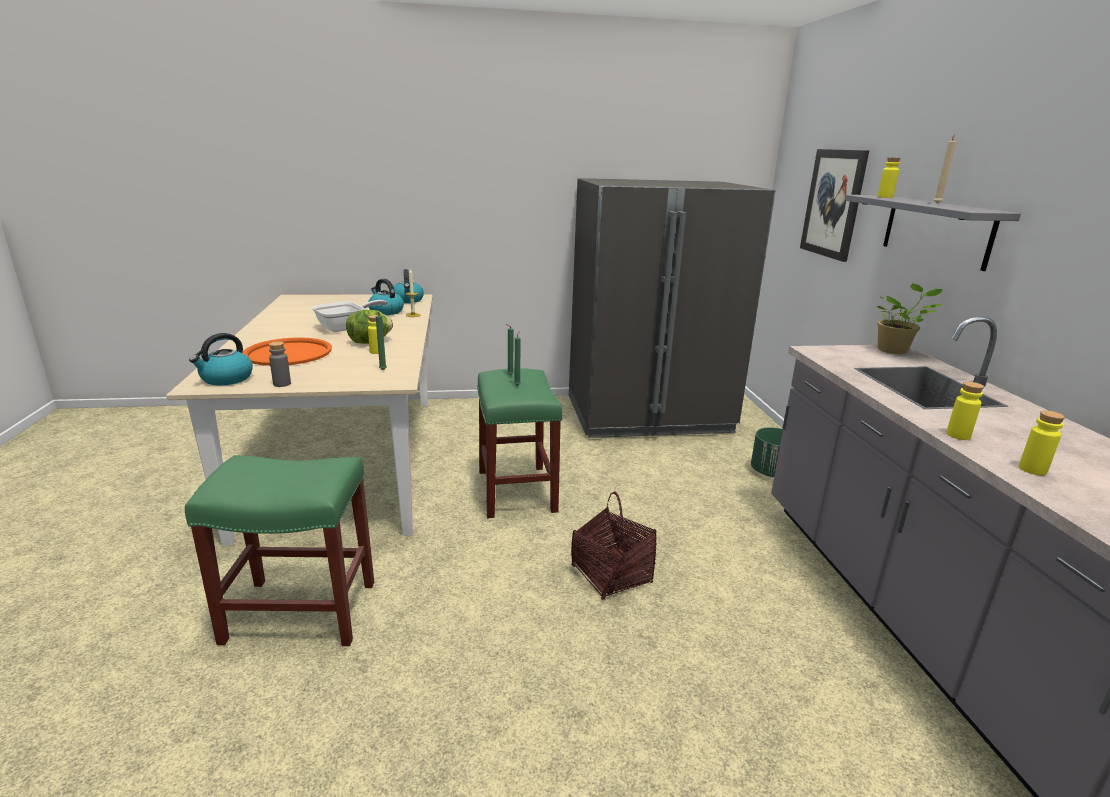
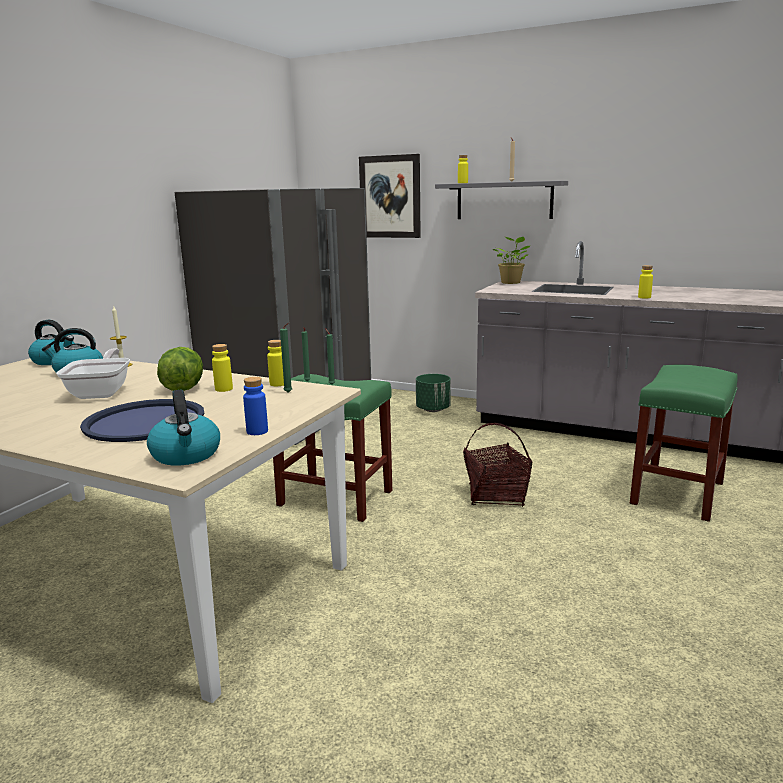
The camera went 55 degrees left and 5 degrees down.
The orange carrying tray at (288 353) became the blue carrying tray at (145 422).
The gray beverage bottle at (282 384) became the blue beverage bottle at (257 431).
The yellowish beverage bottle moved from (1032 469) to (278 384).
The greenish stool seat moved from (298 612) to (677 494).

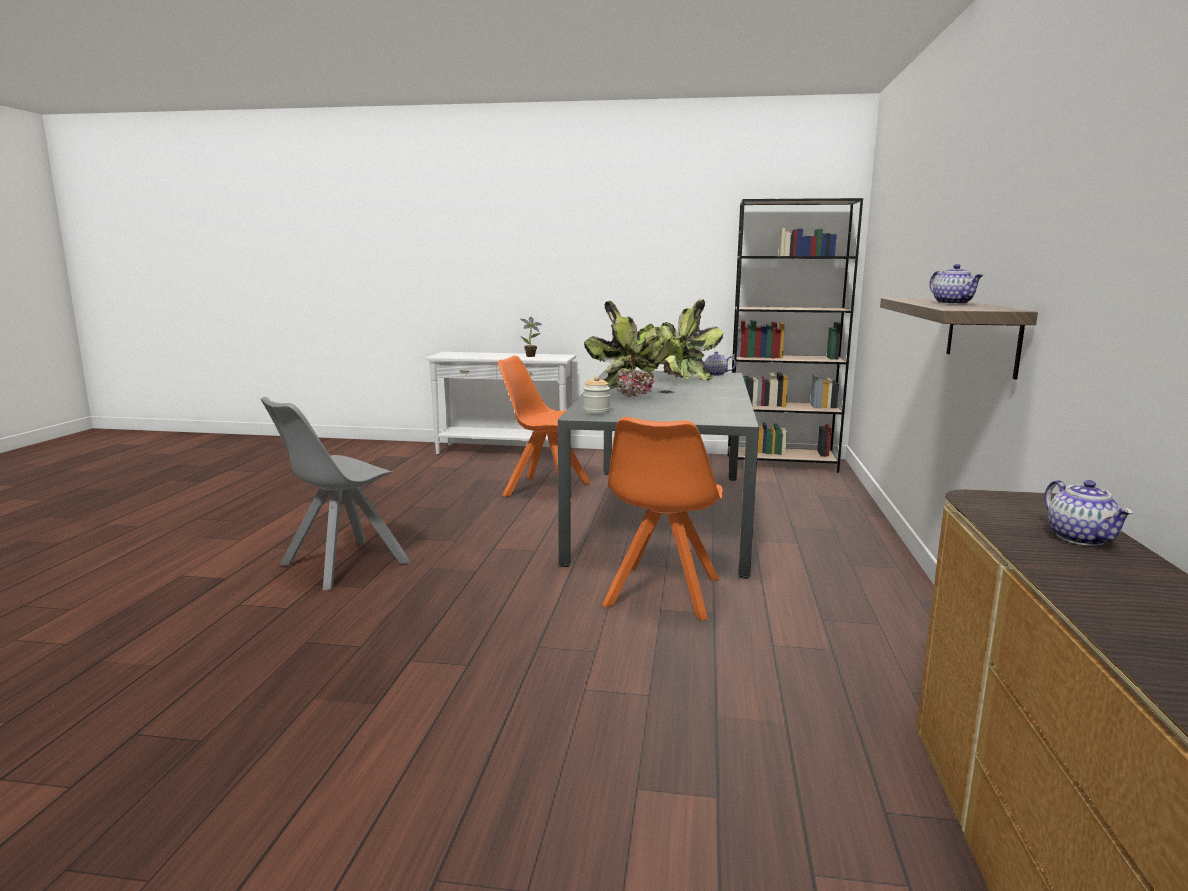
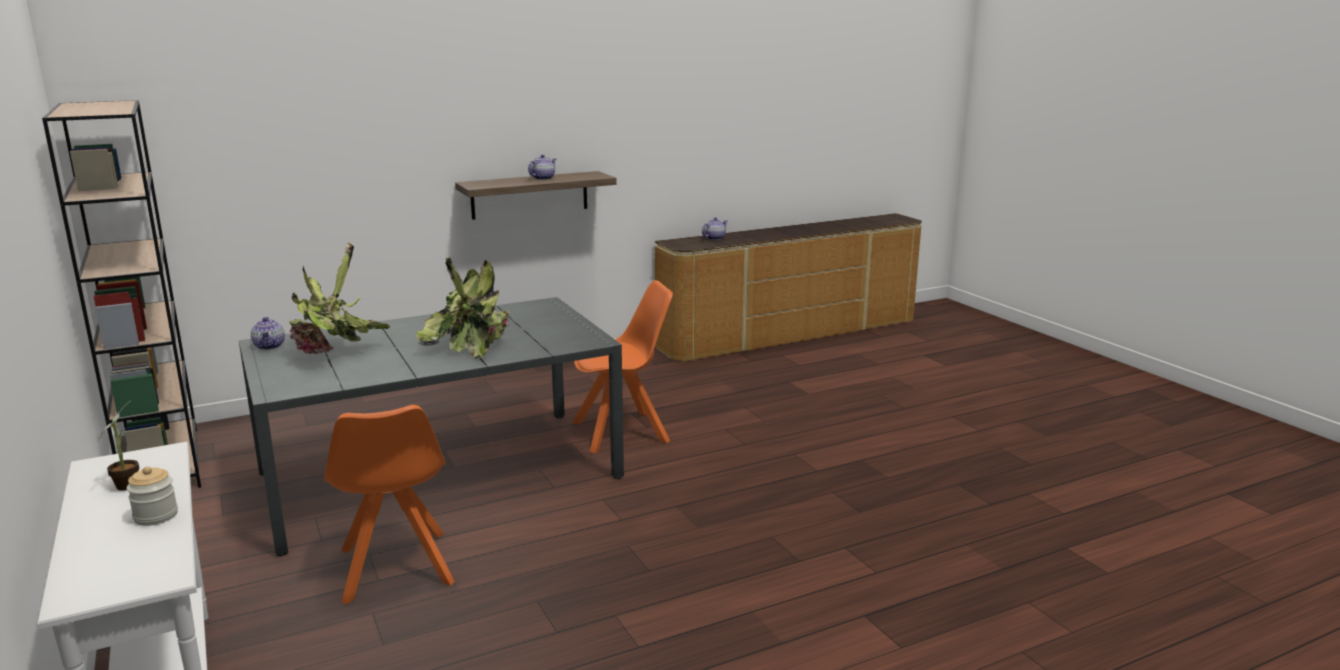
The camera went 125 degrees left and 5 degrees up.
The jar moved from (596 412) to (156 516).
The gray chair at (341 565) disappeared.

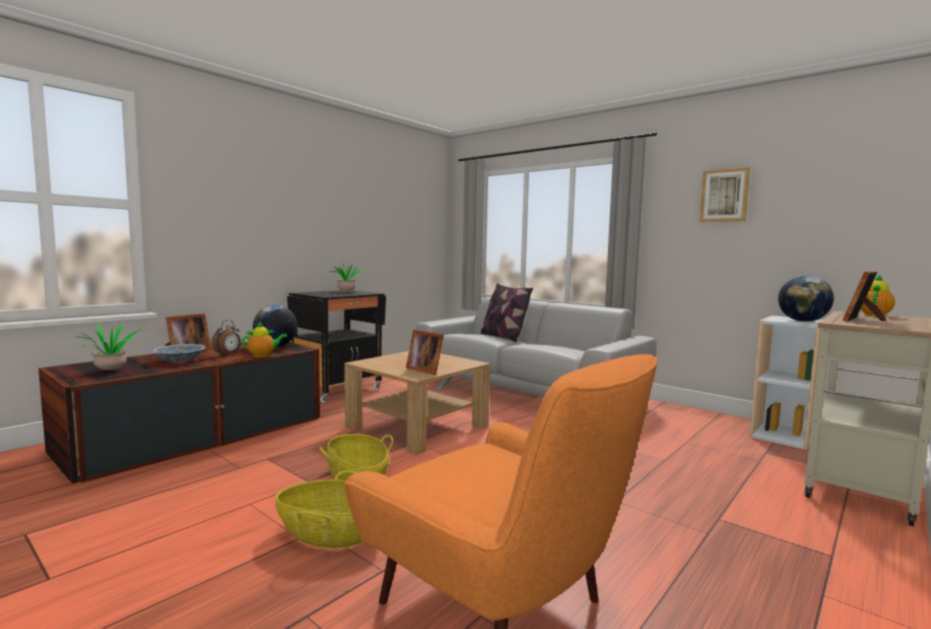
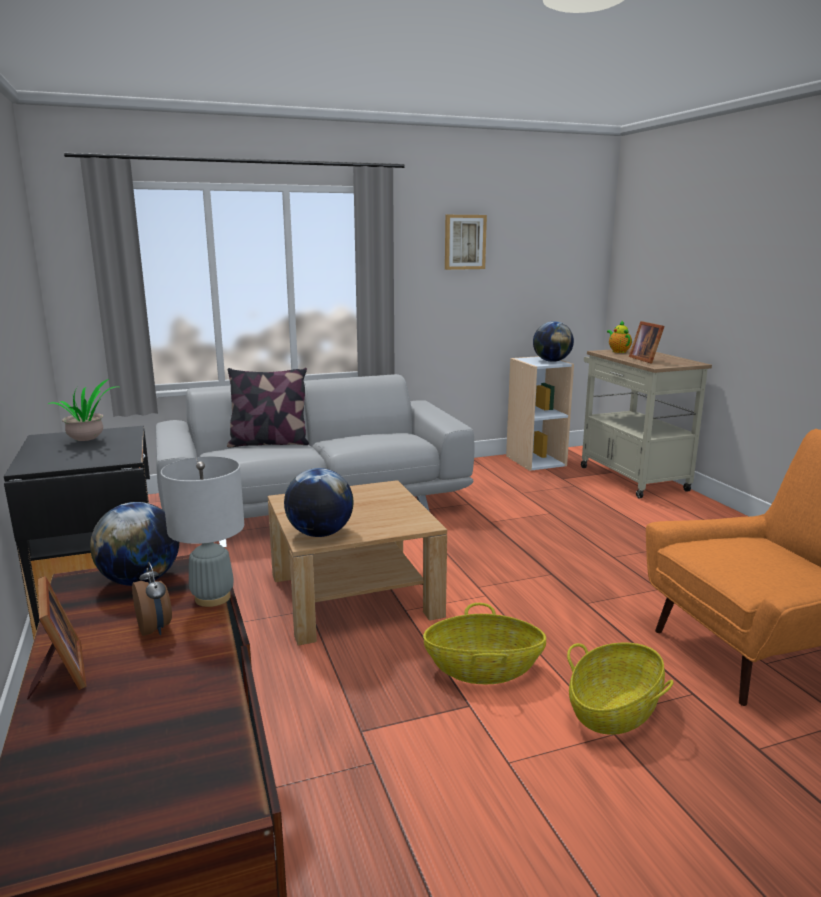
The camera went 60 degrees left and 10 degrees up.
The houseplant at (111 370) disappeared.
The teapot at (263 355) was replaced by the gray tabletop lamp at (213 598).
The photo frame at (425 370) disappeared.
The serving bowl at (179 360) disappeared.
The globe at (320 534) appeared.

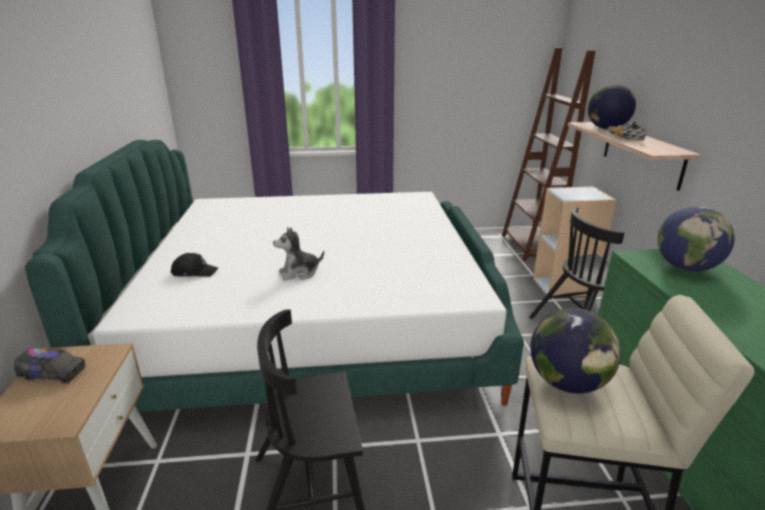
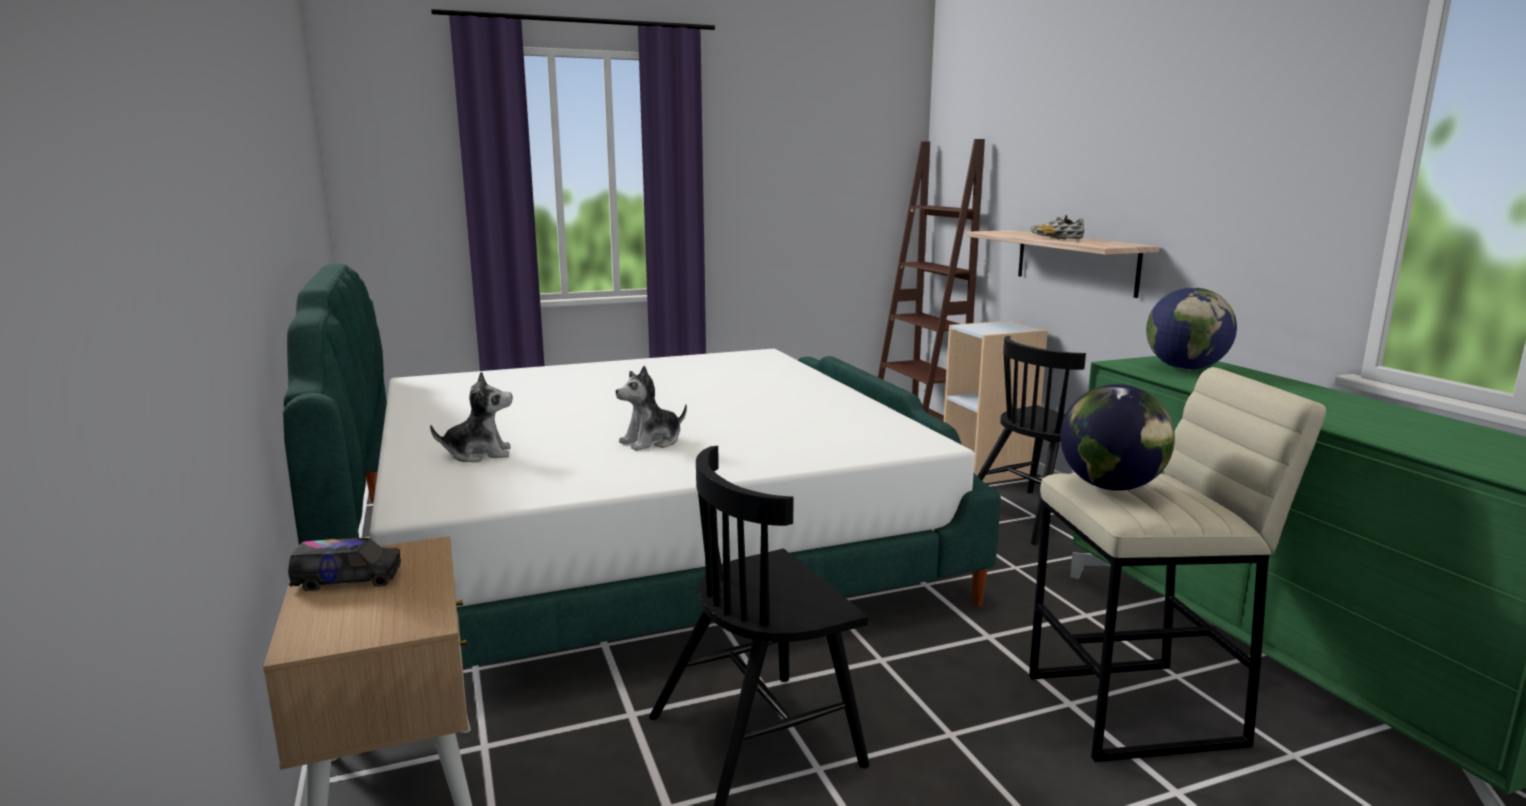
The camera went 15 degrees left and 10 degrees down.
The globe at (606 129) disappeared.
The blackish peaked cap at (194 272) was replaced by the cuddly toy at (479 454).

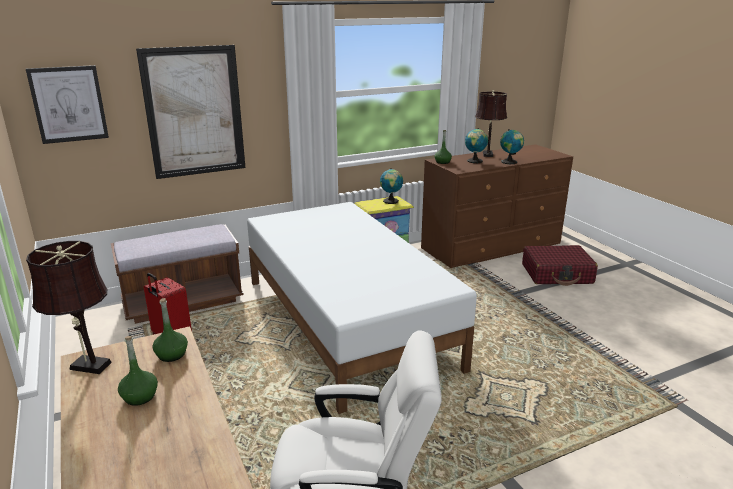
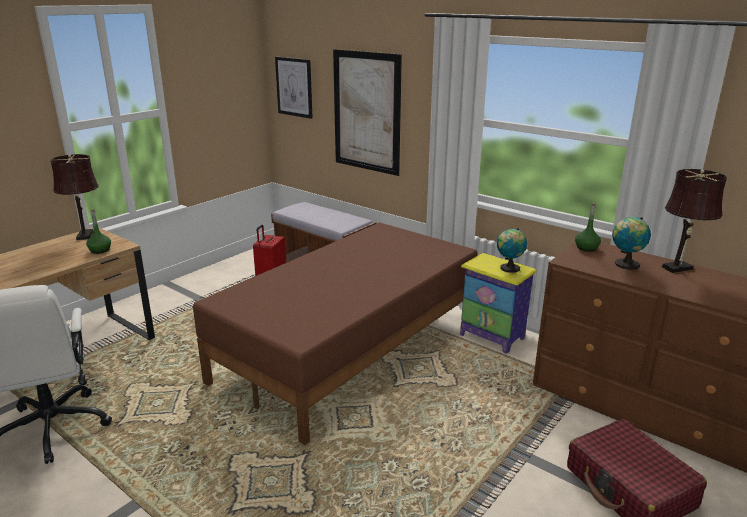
The camera went 65 degrees right and 0 degrees up.
The globe at (510 162) disappeared.
The white-coloured sleeping bed at (347 321) became the brown-coloured sleeping bed at (351 349).
The greenish beverage bottle at (139 396) disappeared.

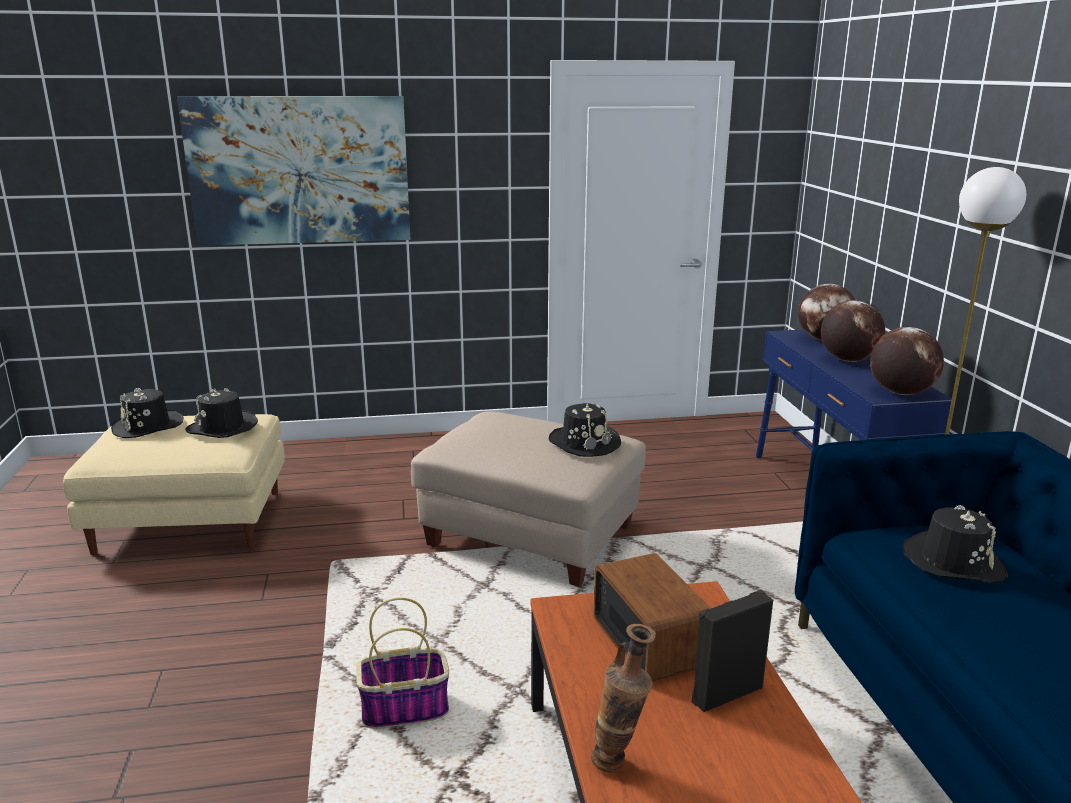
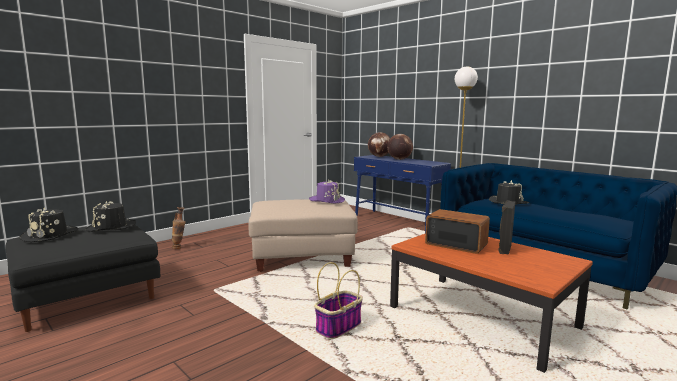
The camera went 35 degrees left and 10 degrees down.
The picture at (299 171) disappeared.
The globe at (900 393) disappeared.
The blackish wearable hat at (584 443) became the purple-coloured wearable hat at (327 200).
The sand-coloured pouffe at (193 521) became the blackish pouffe at (89 297).
The decorative vase moved from (619 762) to (179 248).

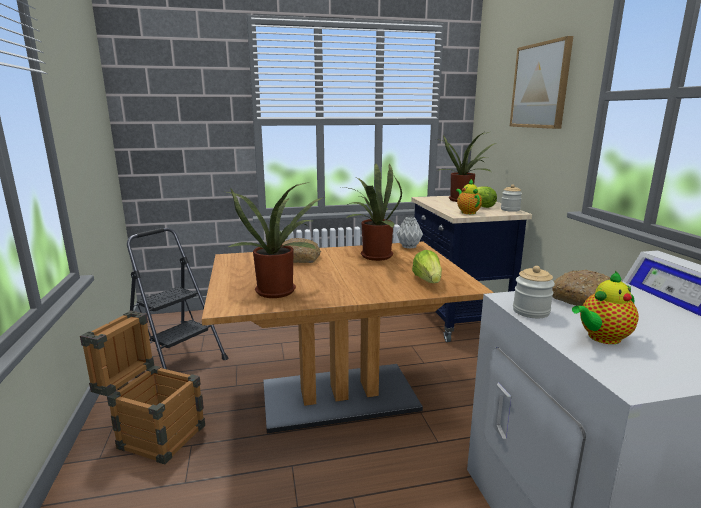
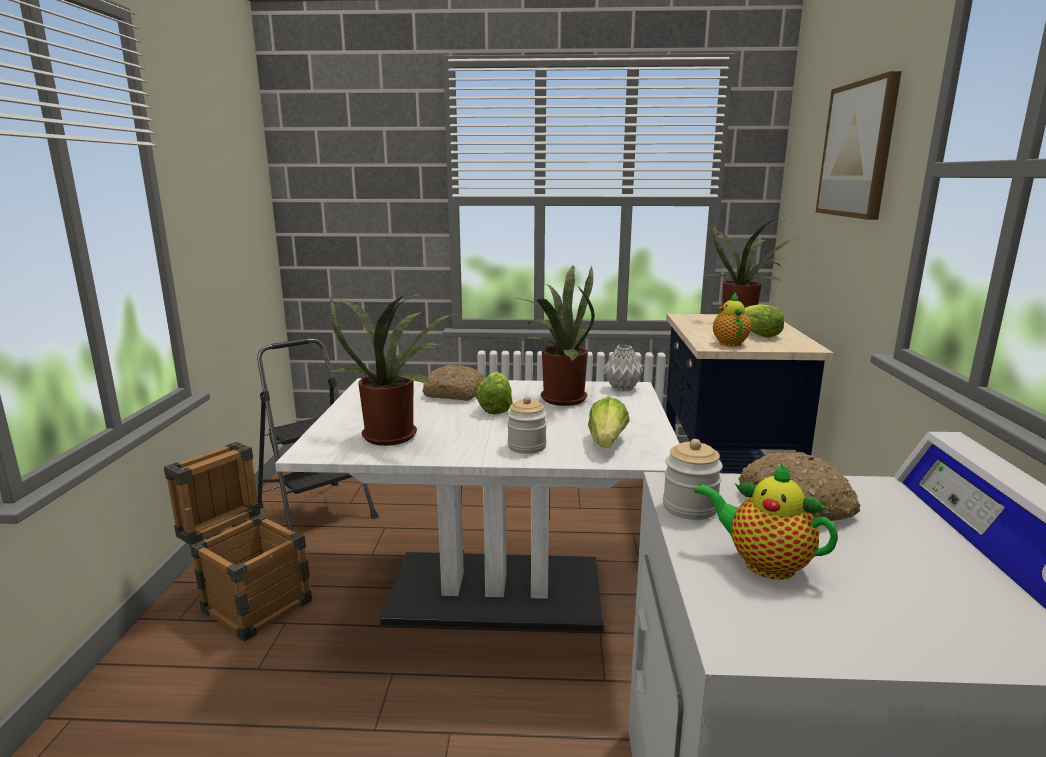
The camera went 15 degrees right and 0 degrees up.
The jar moved from (510 209) to (526 446).
The brown-coloured dinner table at (339 396) became the white-coloured dinner table at (496 591).
The teapot at (601 338) turned 45 degrees clockwise.
The head of lettuce at (495 407) appeared.

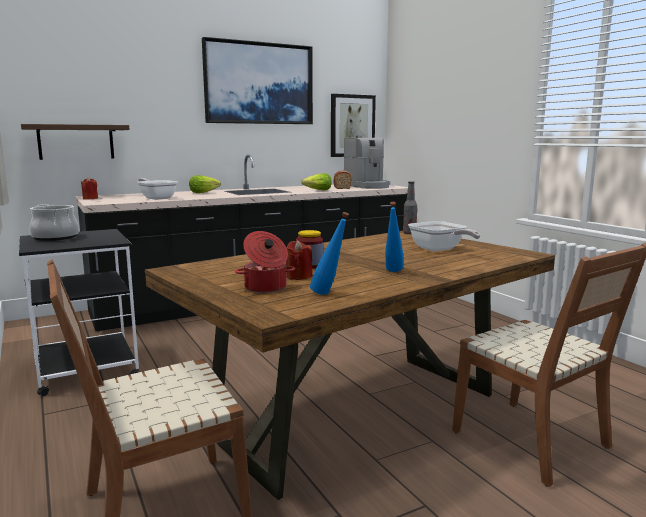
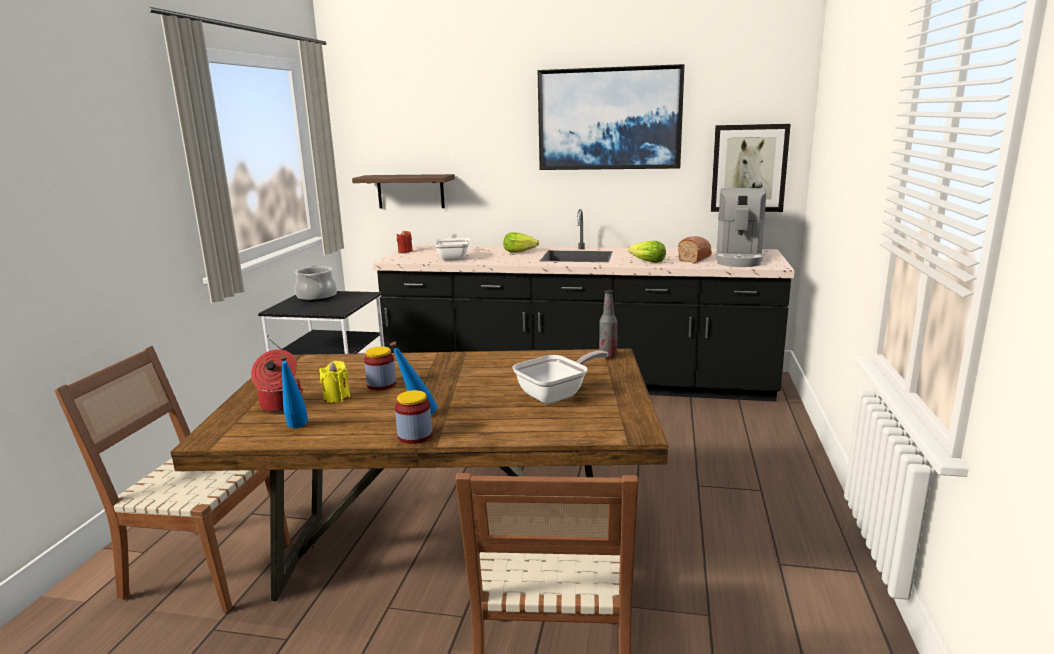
The camera went 40 degrees right and 5 degrees up.
The frying pan at (439 250) turned 135 degrees counterclockwise.
The reddish wax light at (298 276) became the yellowish wax light at (336 397).
The jar at (415 436) appeared.

